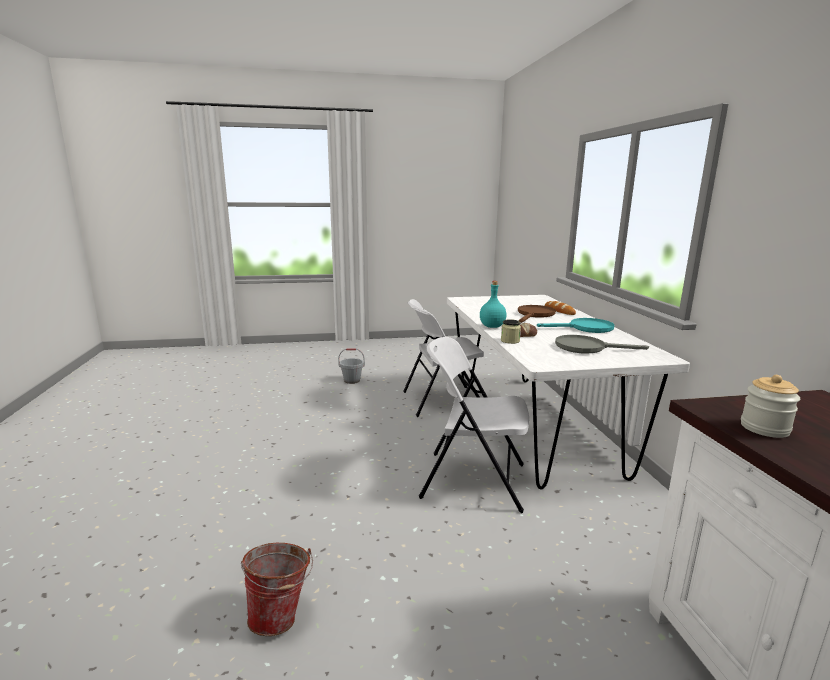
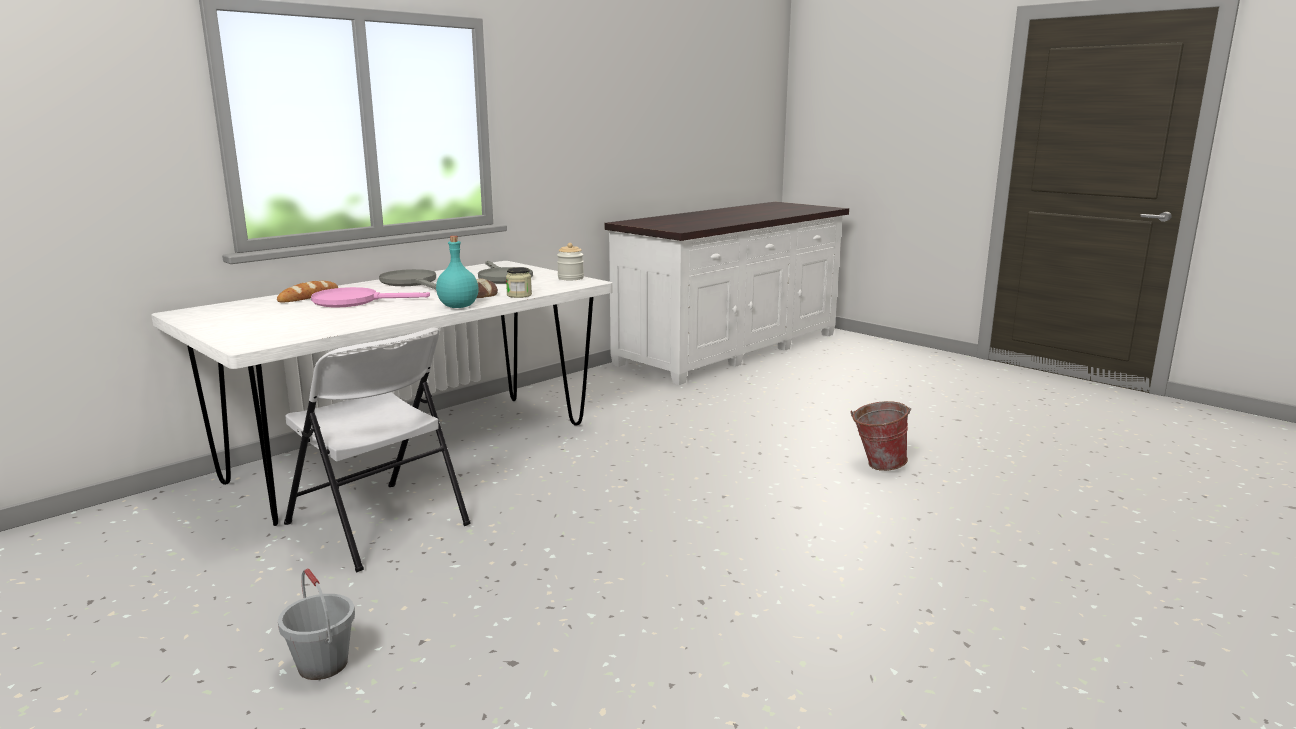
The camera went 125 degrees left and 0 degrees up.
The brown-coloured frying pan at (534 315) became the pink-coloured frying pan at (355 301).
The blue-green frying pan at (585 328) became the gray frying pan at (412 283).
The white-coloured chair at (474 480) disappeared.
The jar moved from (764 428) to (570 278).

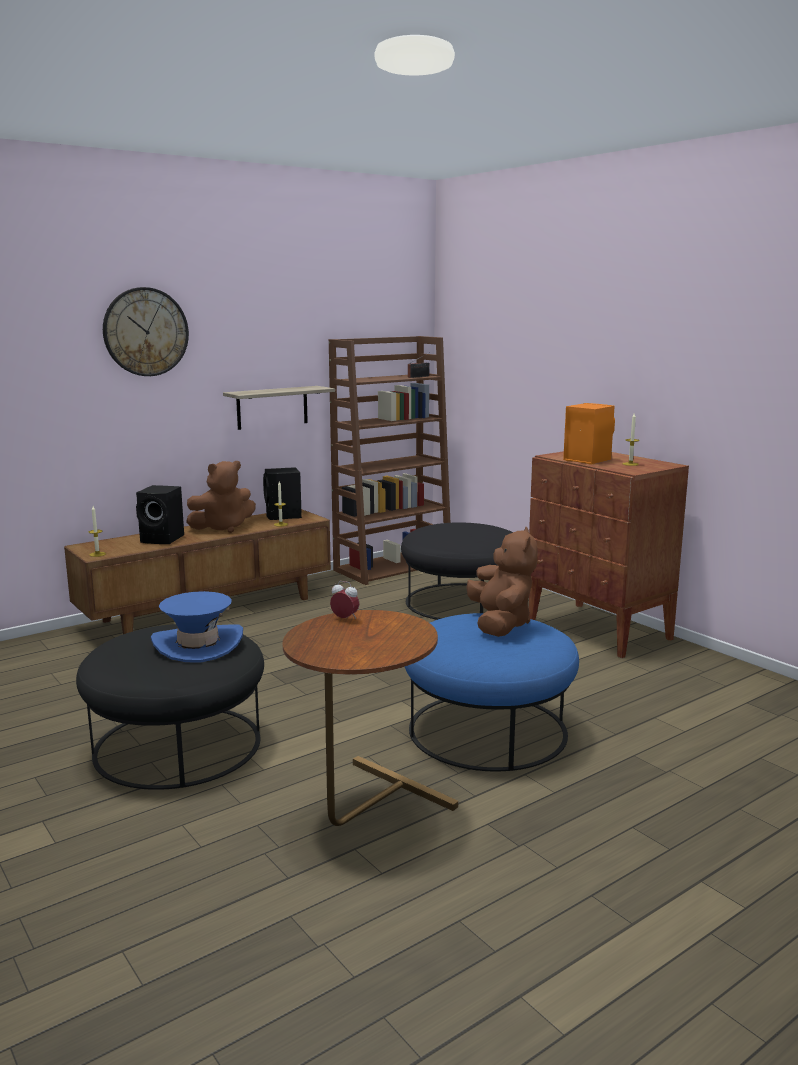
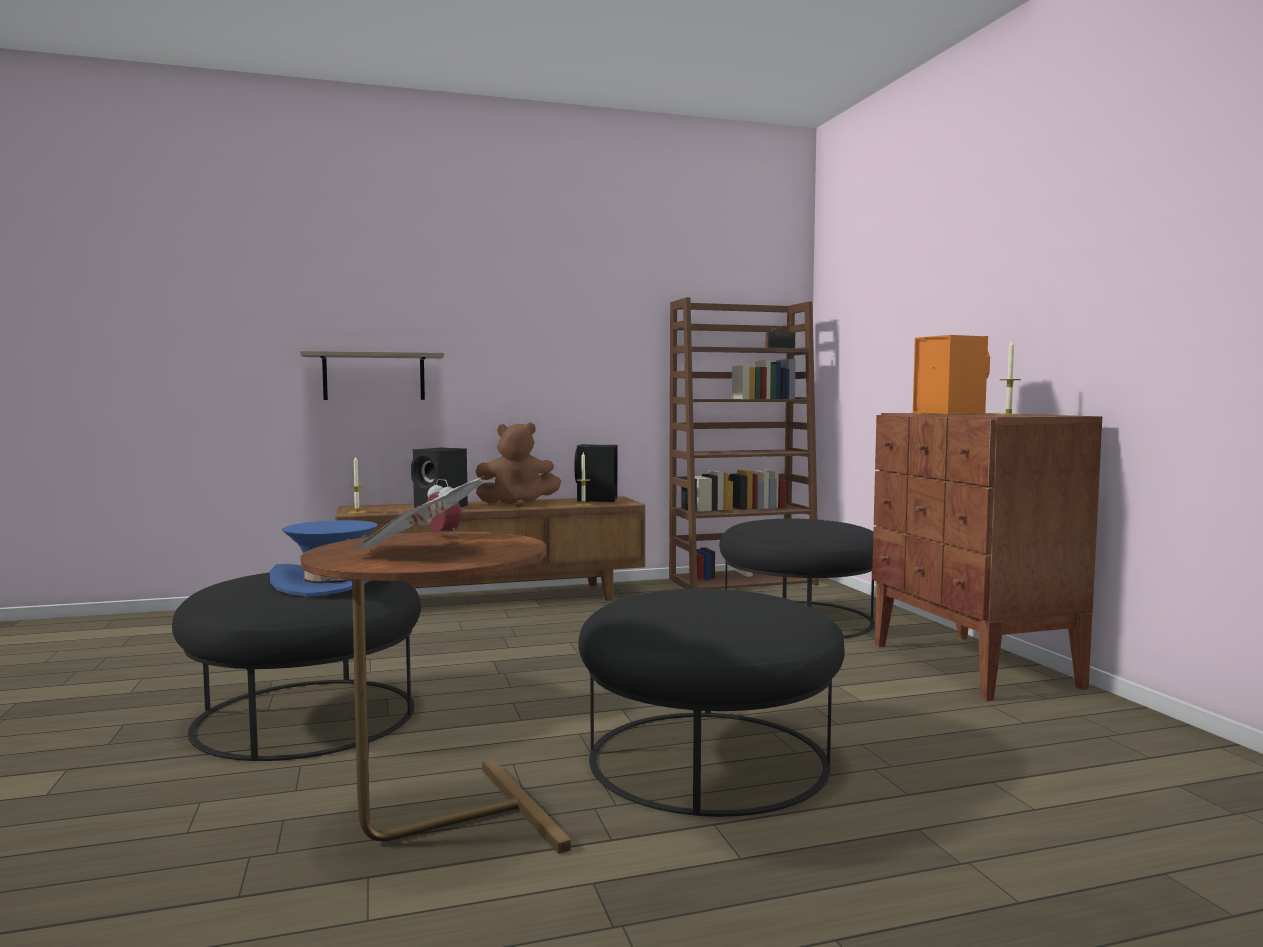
The camera went 20 degrees right and 10 degrees down.
The hanging clock at (145 332) disappeared.
The bracket shelf moved from (272 407) to (374 376).
The brown-coloured cuddly toy at (500 624) disappeared.
The blue pouffe at (488 730) became the blackish pouffe at (709 759).
The newspaper at (419 551) appeared.

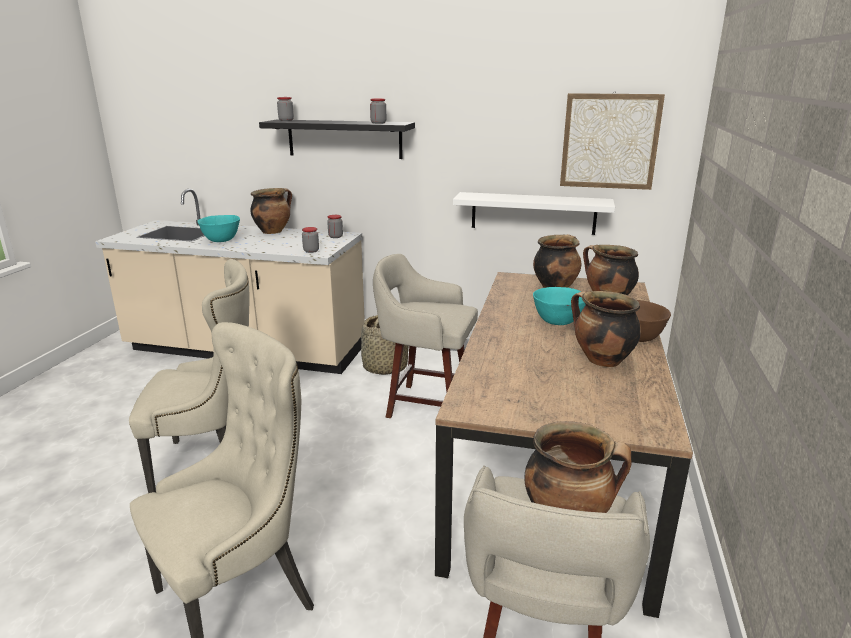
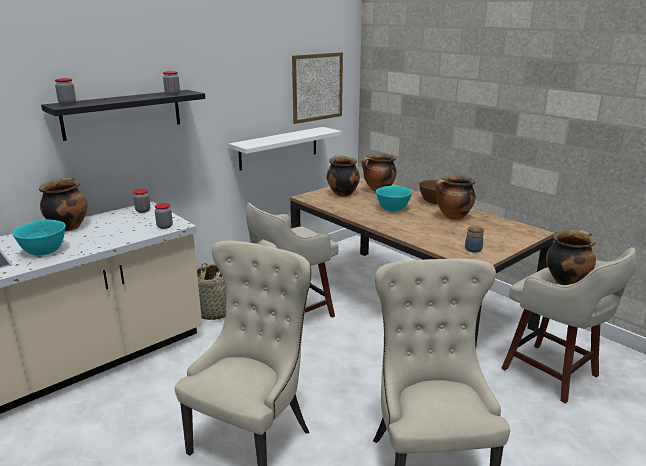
The camera went 55 degrees left and 0 degrees up.
The jar at (473 249) appeared.

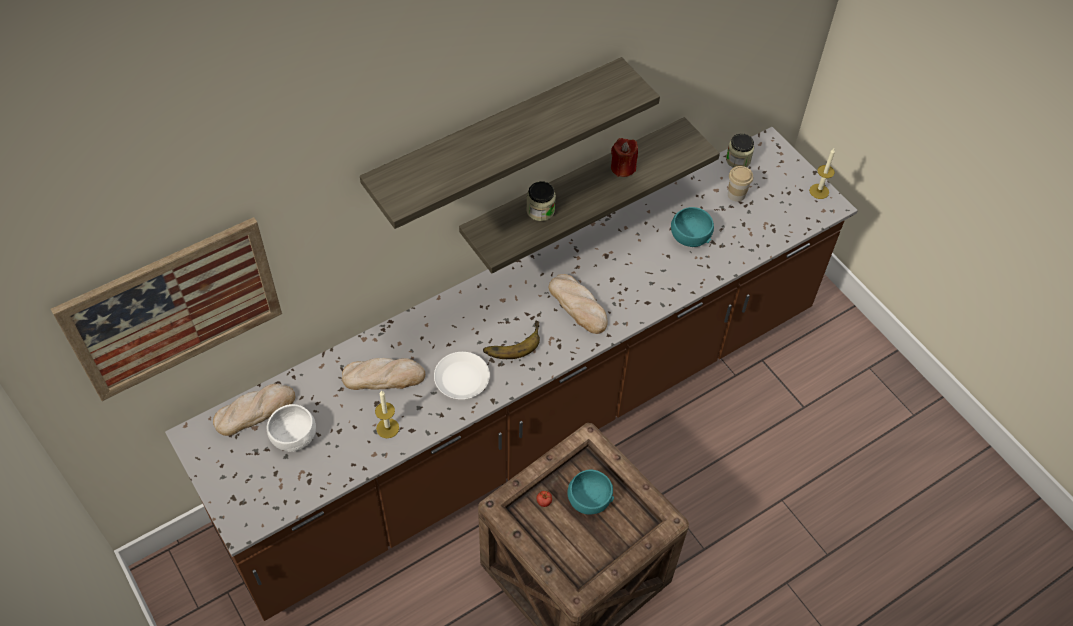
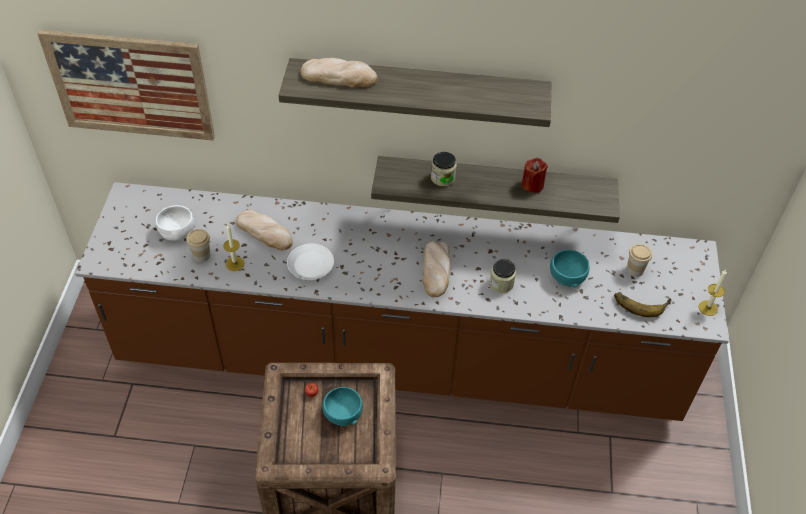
The camera went 40 degrees right and 5 degrees down.
The jar moved from (738 160) to (501 283).
The banana moved from (511 341) to (641 302).
The bakery bread moved from (255 410) to (339 76).
The small cup at (201 255) appeared.

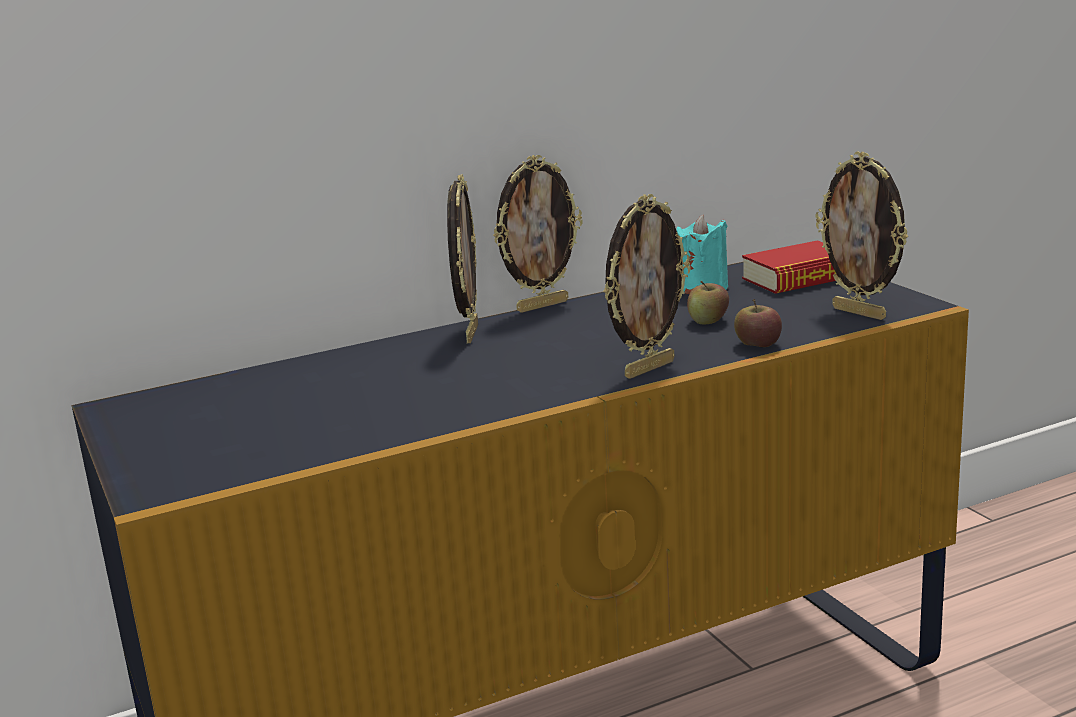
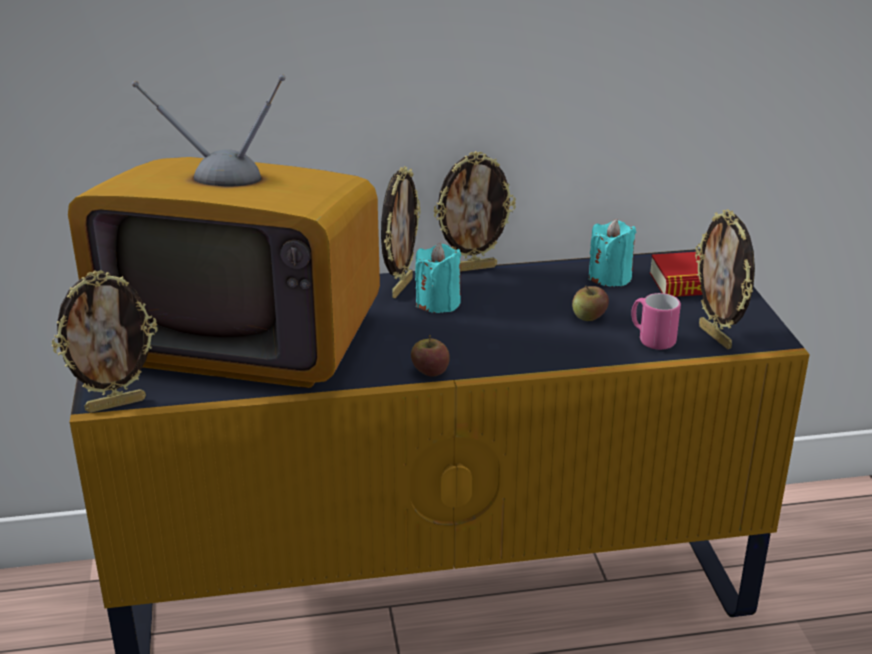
The camera went 15 degrees right and 10 degrees up.
The photo frame moved from (648 368) to (116 404).
The apple fruit moved from (757 344) to (430 371).
The television at (243 341) appeared.
The blue-green wax light at (438 303) appeared.
The pink-coloured mug at (651 339) appeared.

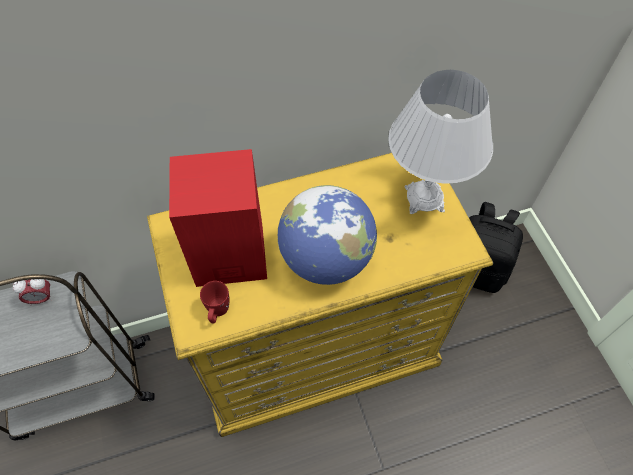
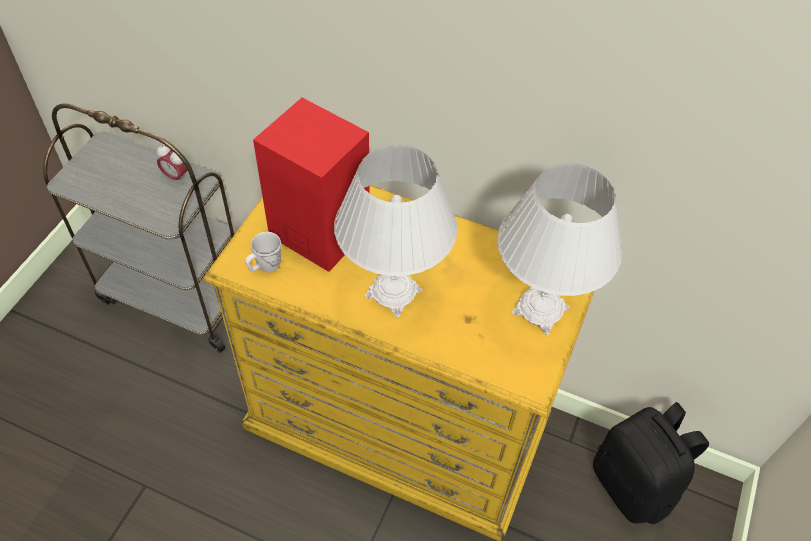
The camera went 40 degrees right and 5 degrees down.
The globe at (326 259) was replaced by the white-coloured tabletop lamp at (393 293).
The reddish mug at (217 311) became the white-coloured mug at (265 266).

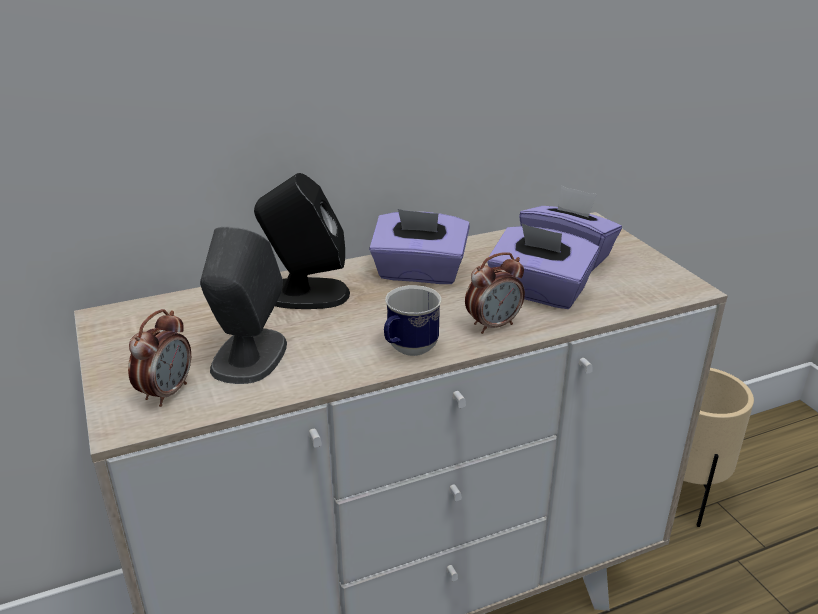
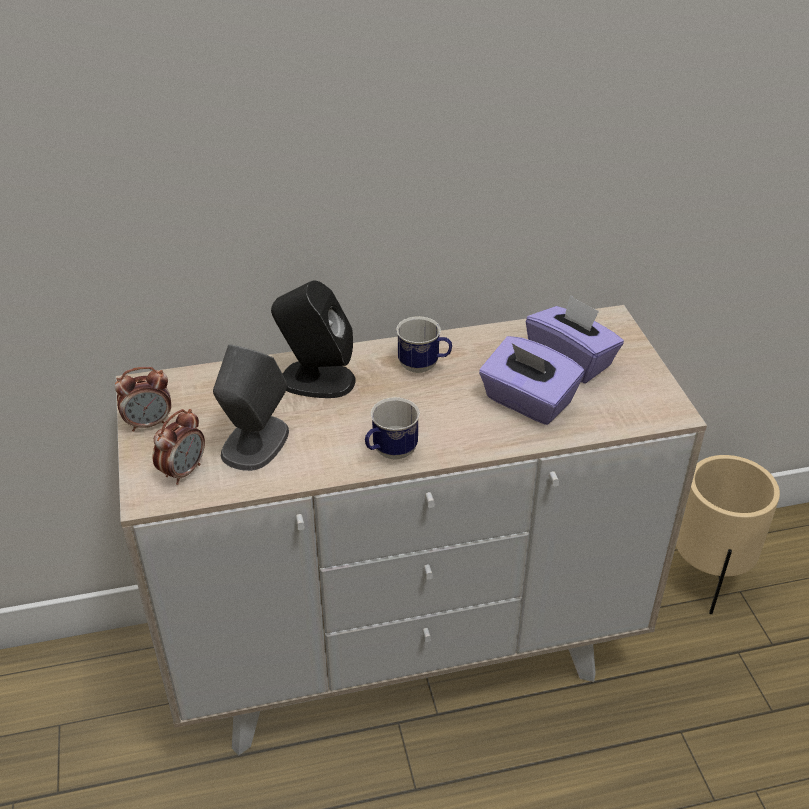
The camera went 10 degrees right and 10 degrees up.
The purple-coloured tissue holder at (419 273) was replaced by the mug at (424 366).
The alarm clock moved from (493 325) to (149 423).

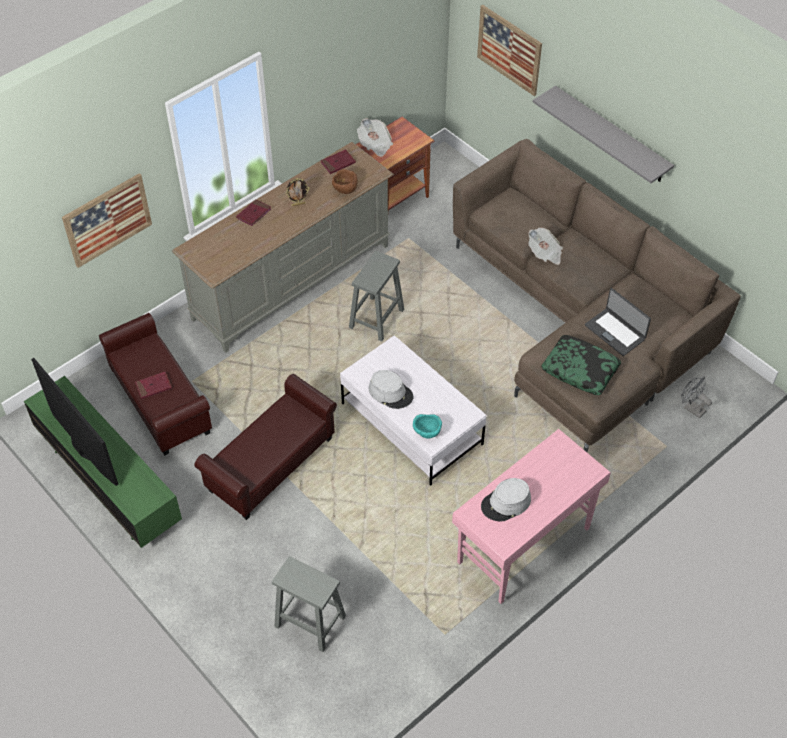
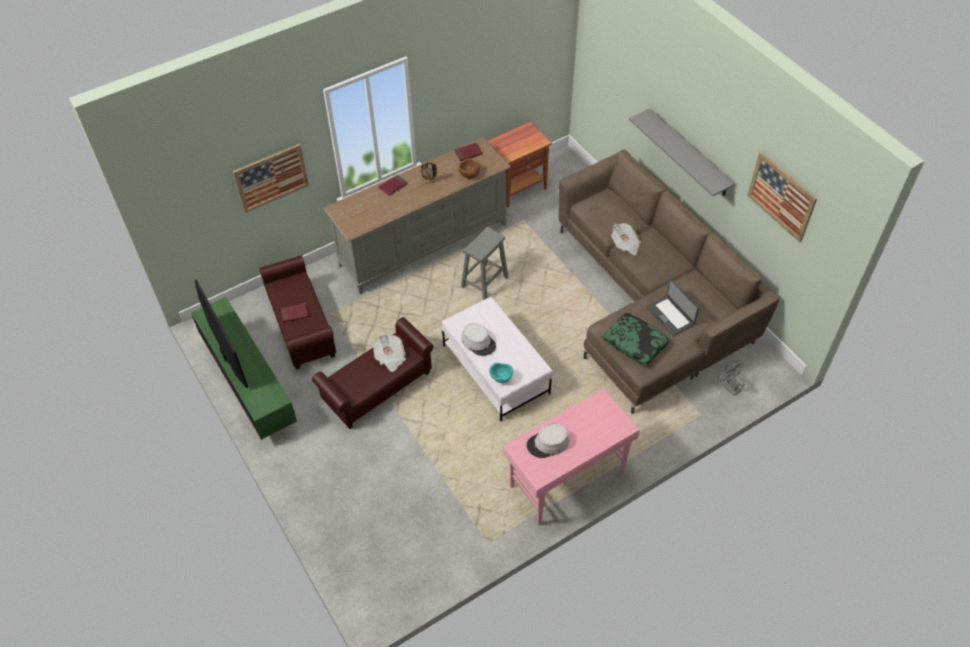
The camera went 10 degrees right and 0 degrees up.
The picture moved from (509 50) to (781 196).
The newspaper moved from (375 144) to (390 358).
The gray stool seat at (309 621) disappeared.

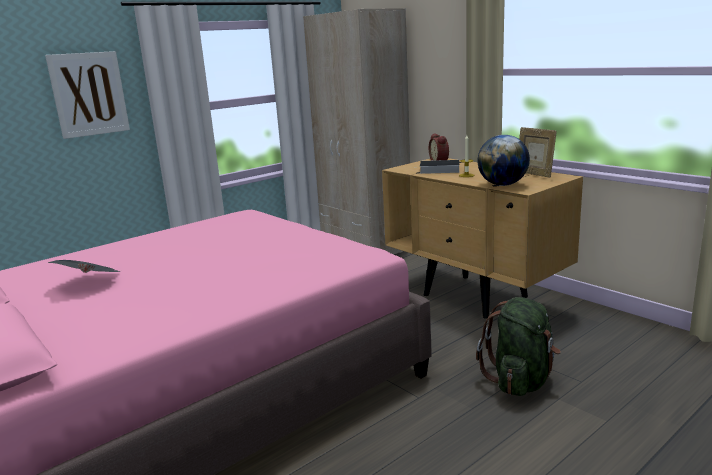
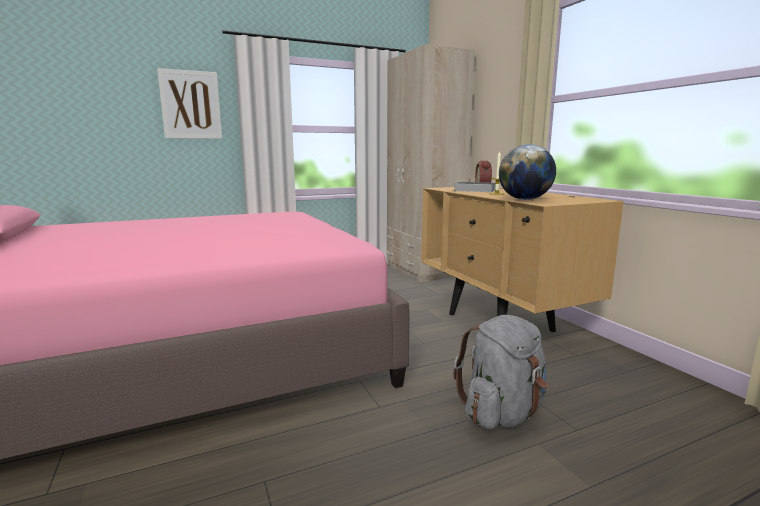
The camera went 15 degrees right and 5 degrees down.
The photo frame at (534 174) disappeared.
The newspaper at (91 282) disappeared.
The greenish backpack at (520 381) became the gray backpack at (502 413).

